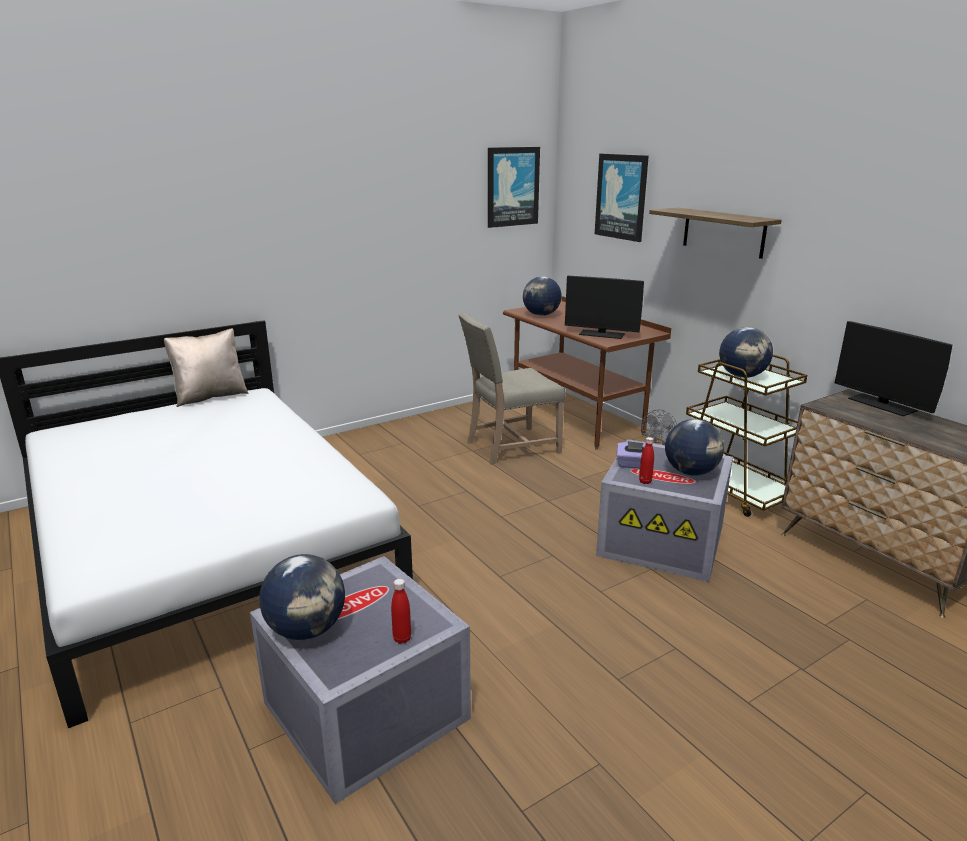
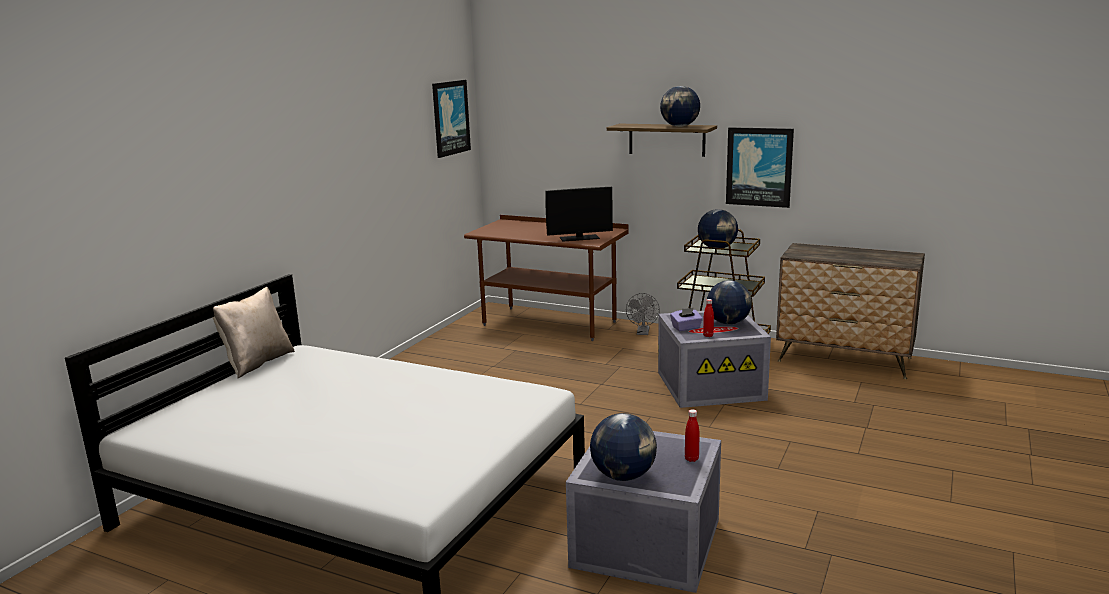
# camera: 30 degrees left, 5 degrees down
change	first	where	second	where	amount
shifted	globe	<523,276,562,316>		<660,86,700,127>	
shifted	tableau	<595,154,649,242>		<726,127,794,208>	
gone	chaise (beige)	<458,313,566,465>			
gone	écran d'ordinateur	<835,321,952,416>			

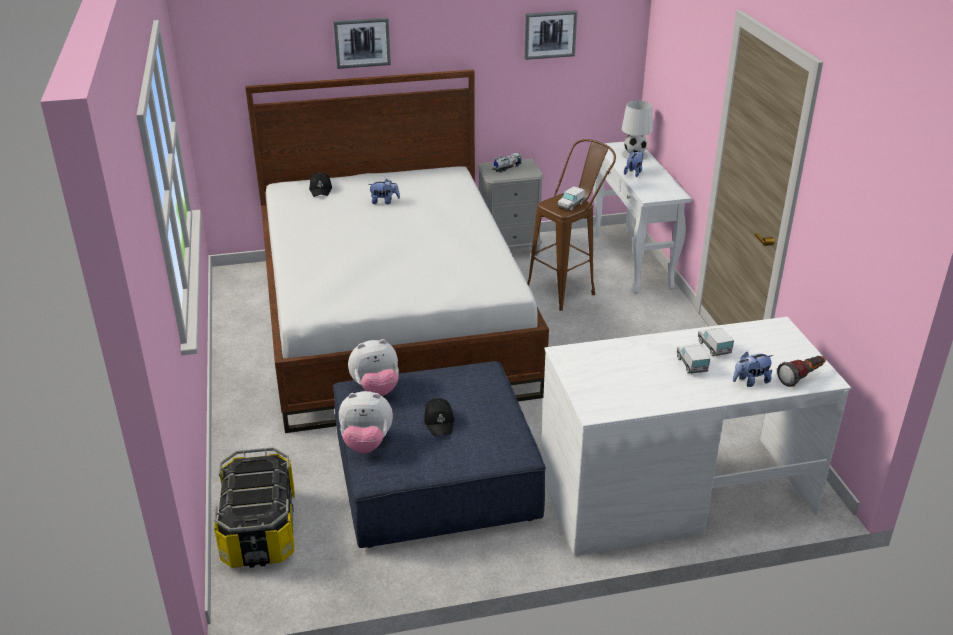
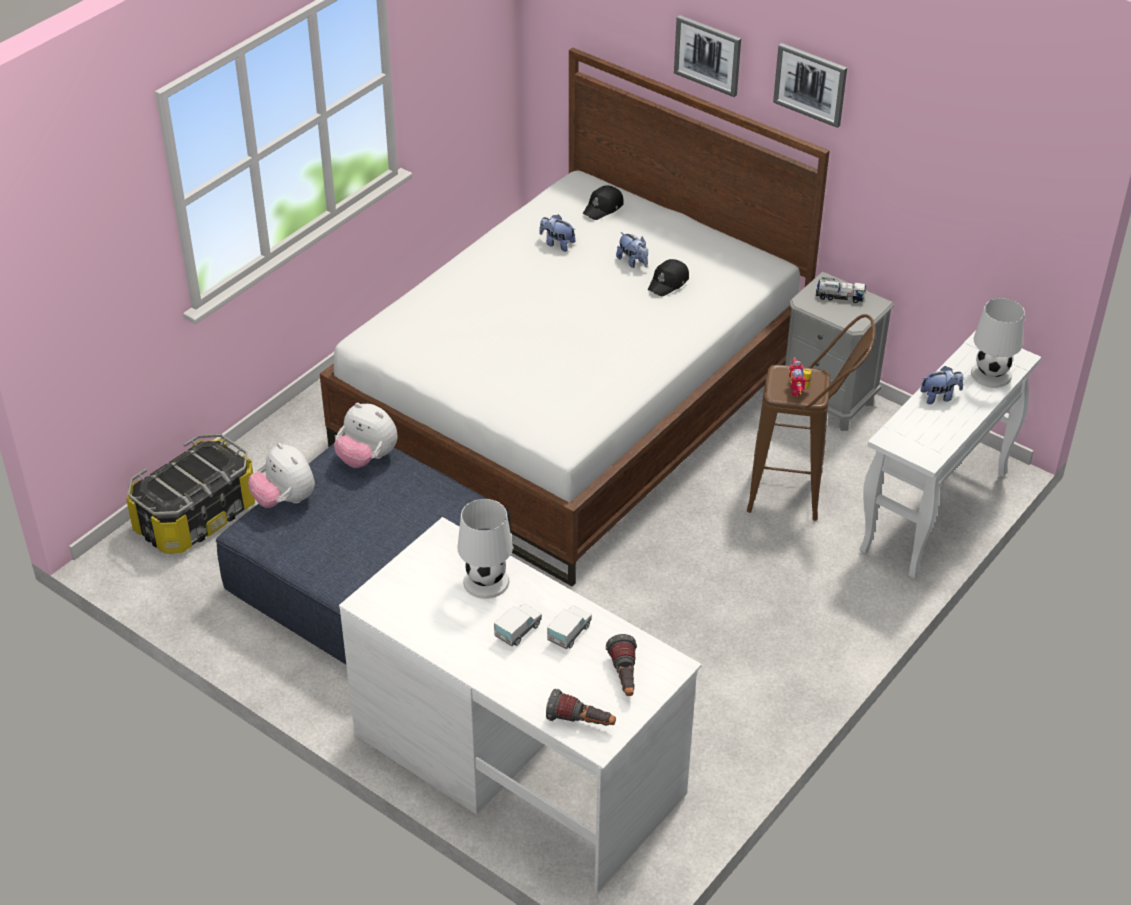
# camera: 50 degrees right, 10 degrees up
change	first	where	second	where	amount
new			lampe de table (blanc)	<457,499,513,599>	
shifted	peluche	<733,352,773,387>		<539,214,576,252>	
new			lampe de poche	<606,634,637,696>	
shifted	casquette (noir)	<424,398,455,436>		<648,259,689,296>	
shifted	tableau	<524,10,577,60>		<773,43,847,128>	
swapped	camion jouet	<558,186,585,211>	robot jouet	<789,357,812,397>	

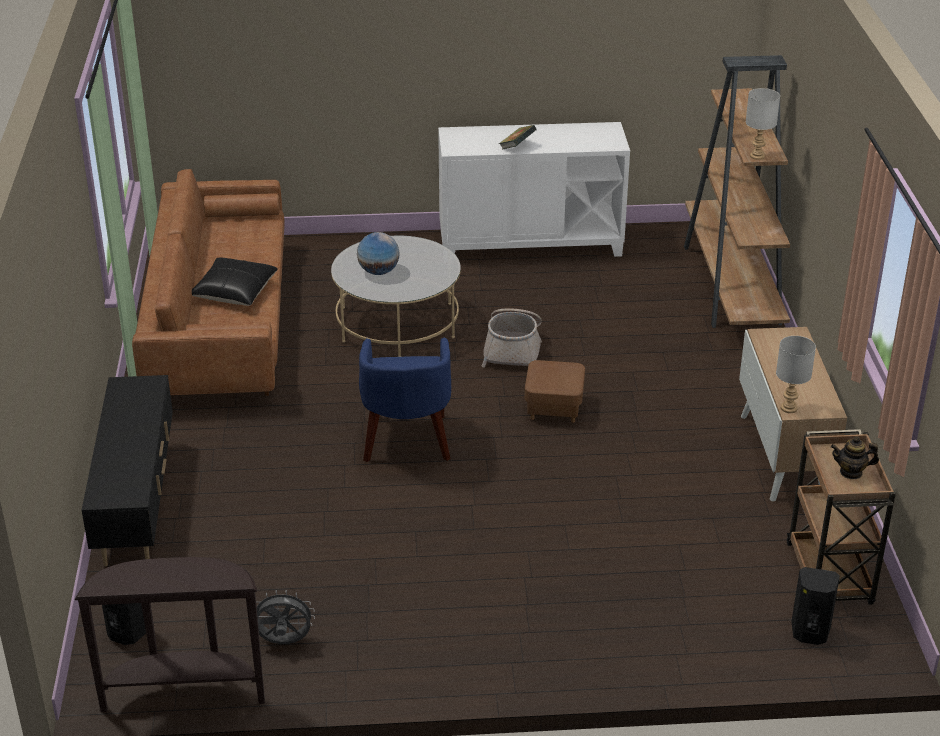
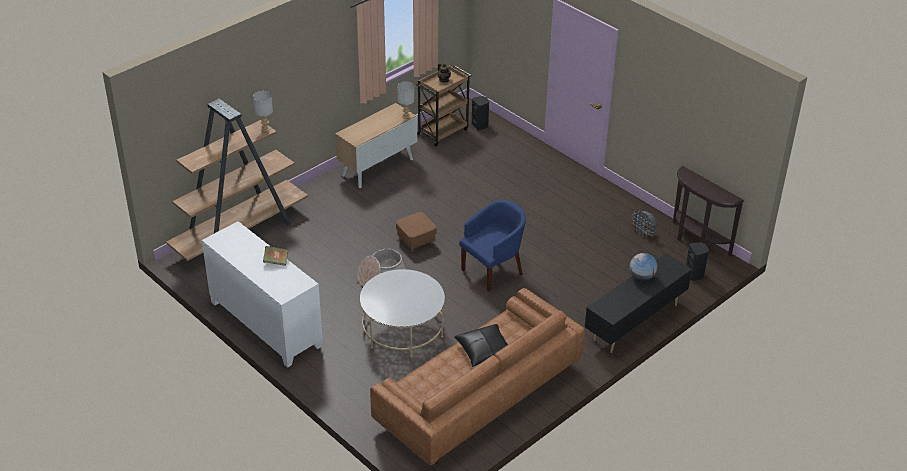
# camera: 130 degrees left, 5 degrees up
change	first	where	second	where	amount
shifted	globe	<357,232,400,275>		<630,253,657,281>	

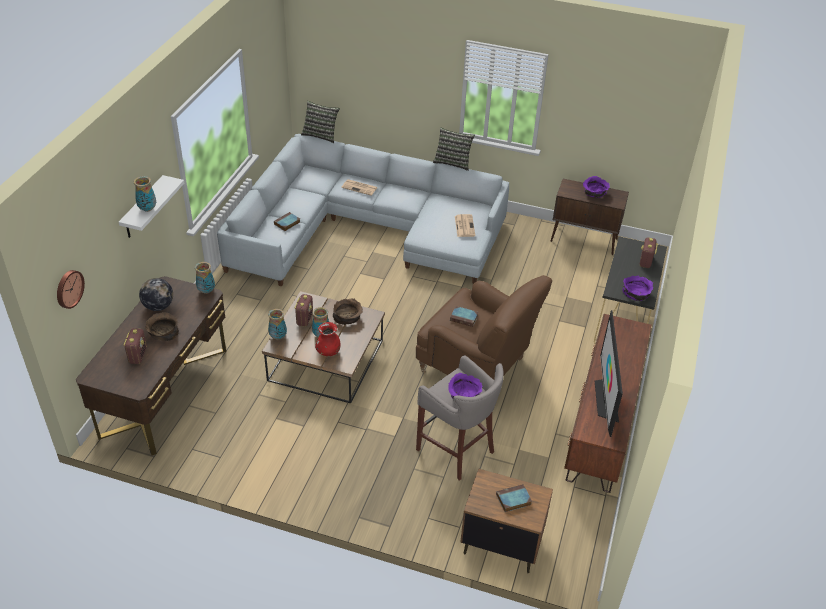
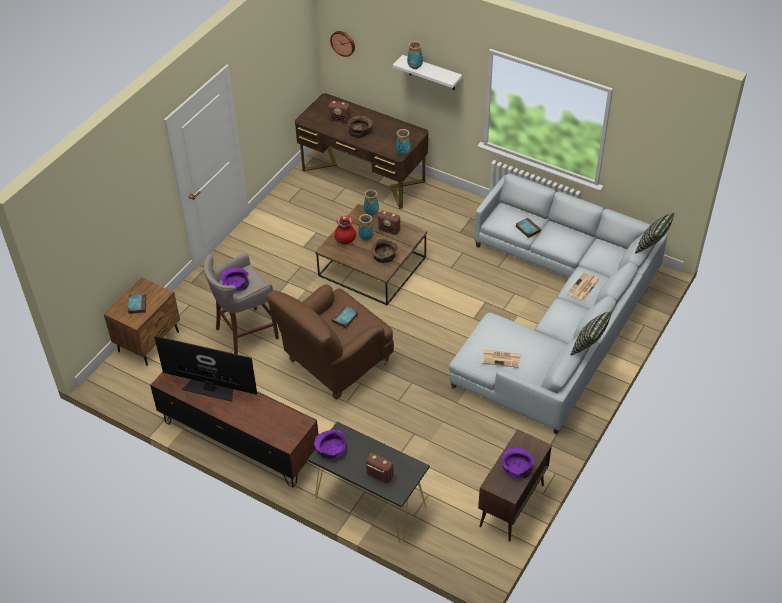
# camera: 105 degrees right, 5 degrees up
change	first	where	second	where	amount
gone	globe	<139,278,173,311>			

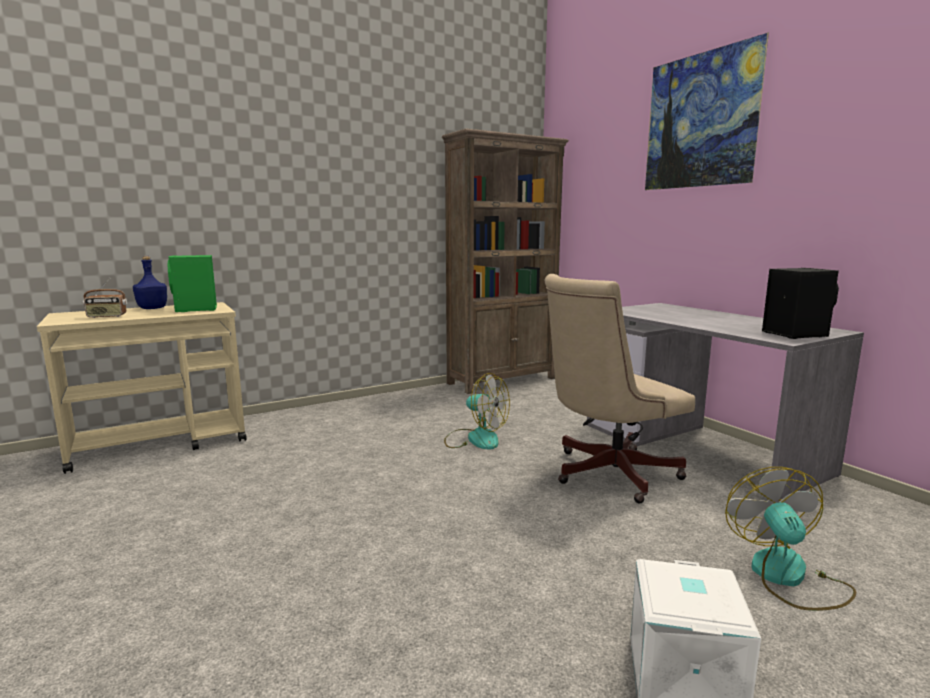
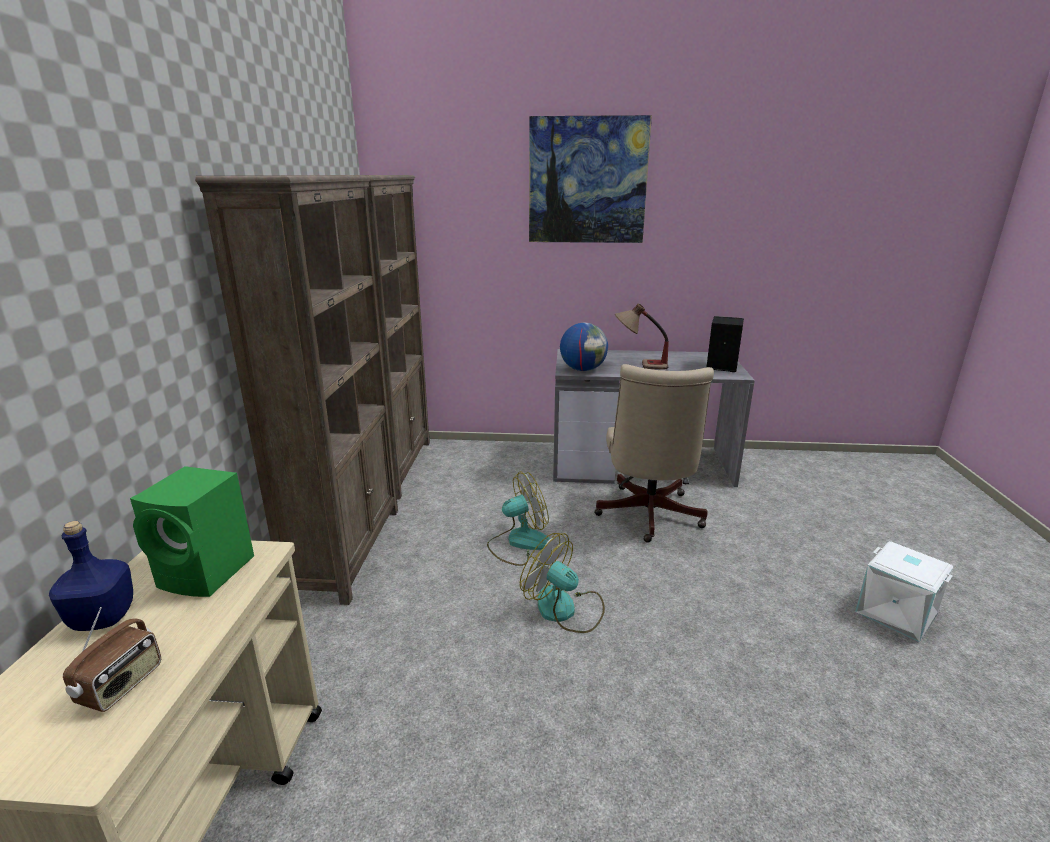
# camera: 55 degrees left, 10 degrees up
change	first	where	second	where	amount
new			bibliothèque (marron)	<195,175,398,605>	
shifted	ventilateur	<725,467,856,611>		<520,533,605,633>	
new			globe	<560,323,608,371>	
new			lampe de table	<615,303,669,369>	

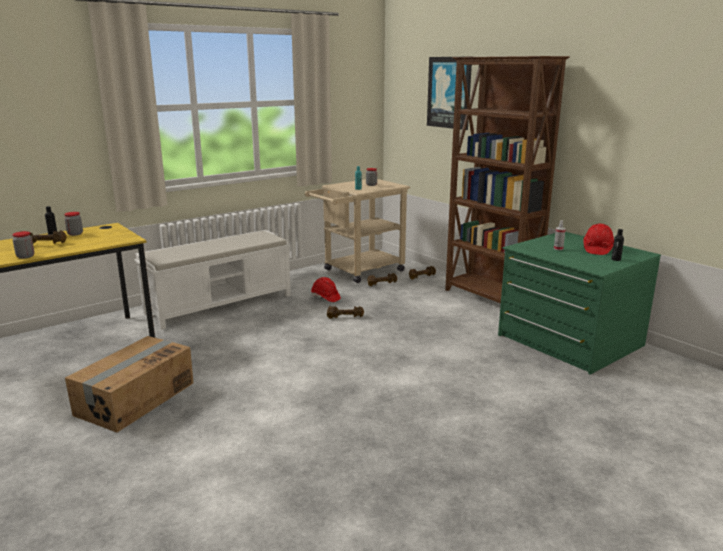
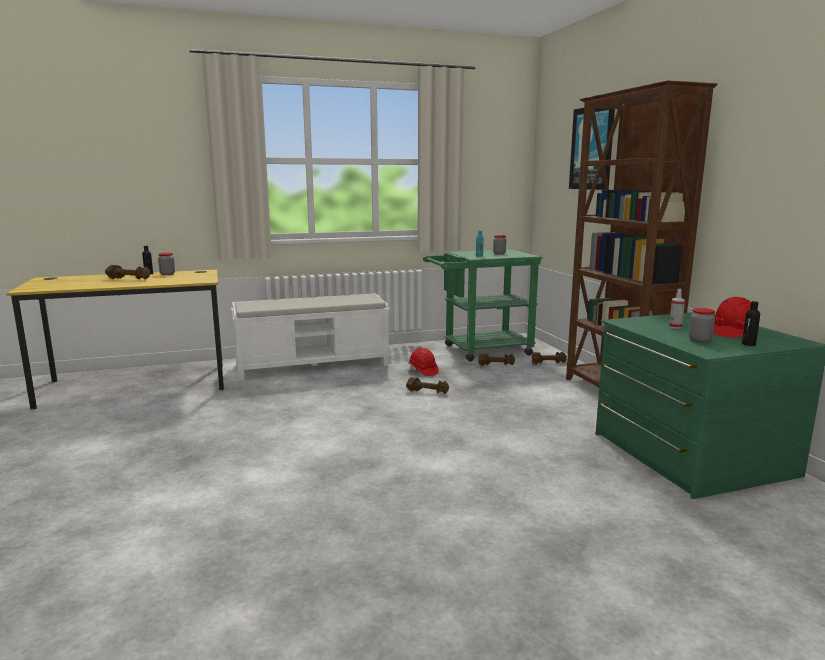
# camera: 20 degrees right, 5 degrees down
change	first	where	second	where	amount
repainted	chariot (beige)	<305,179,410,283>	chariot (vert)	<423,249,542,362>	
shifted	bocal	<12,231,34,259>		<689,308,715,343>	
gone	carton	<65,336,193,433>			

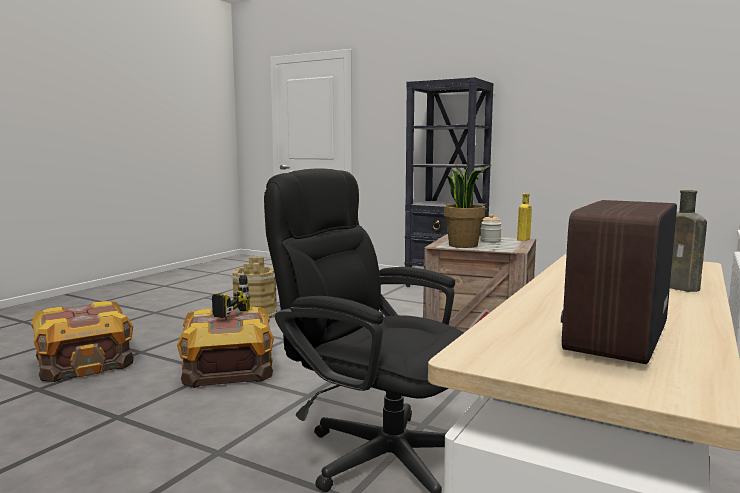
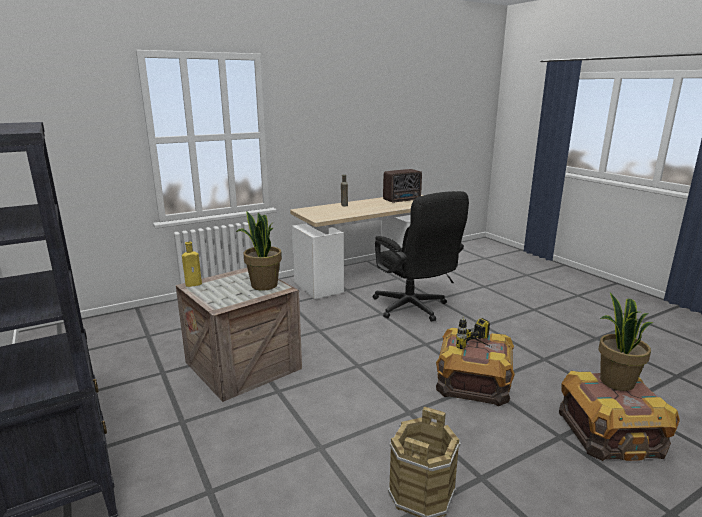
# camera: 150 degrees left, 10 degrees up
change	first	where	second	where	amount
new			plante en pot	<599,292,654,391>	
gone	bocal	<480,214,502,243>			

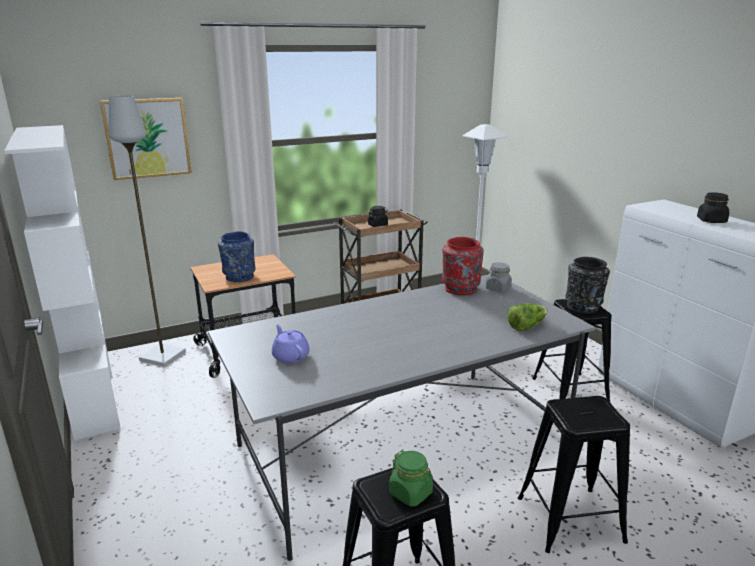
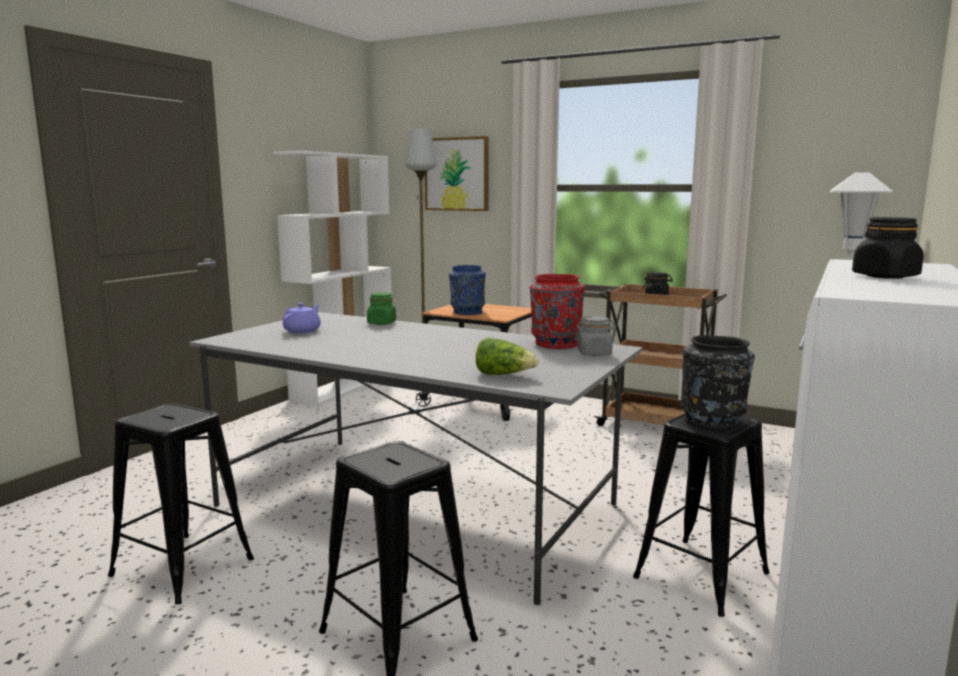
# camera: 55 degrees right, 10 degrees down
change	first	where	second	where	amount
shifted	bocal (vert)	<389,451,433,507>		<367,292,396,325>	

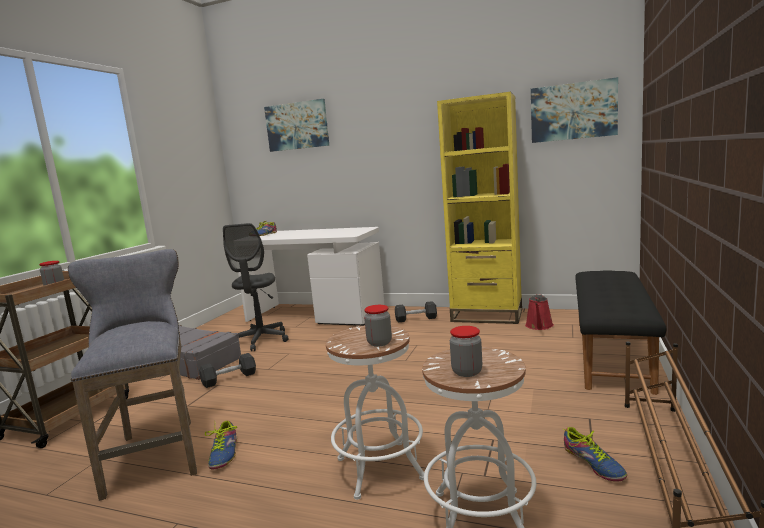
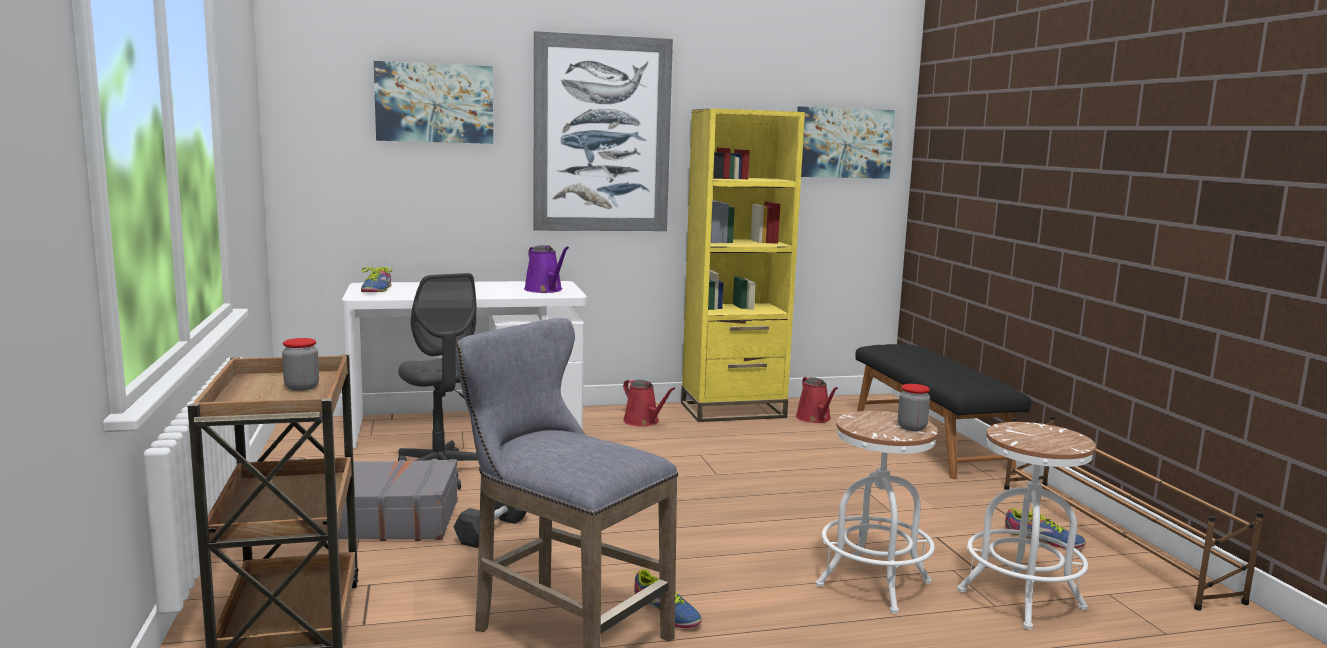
# camera: 35 degrees left, 0 degrees up
change	first	where	second	where	amount
new			arrosoir (violet)	<524,245,569,293>	
new			tableau	<533,31,673,231>	
swapped	haltère (noir)	<395,301,437,322>	arrosoir (rouge)	<623,379,675,427>	
gone	bocal	<450,326,482,377>			

